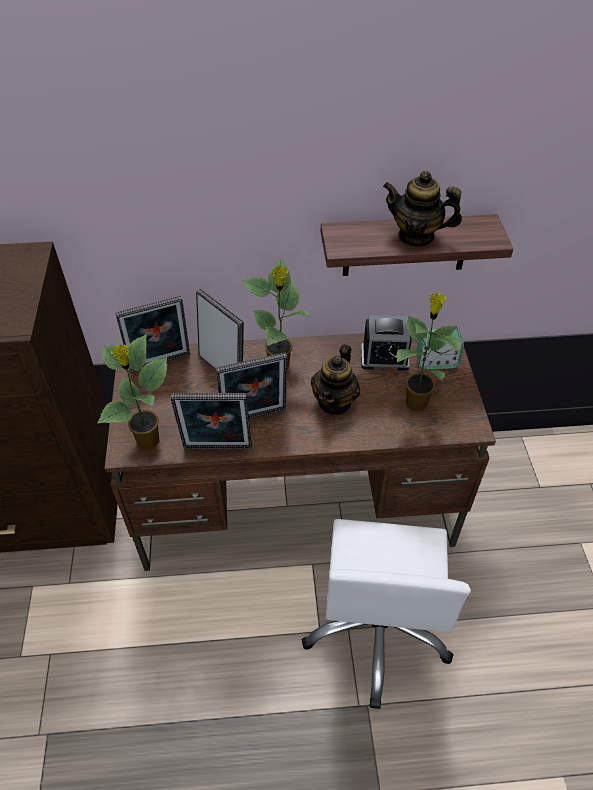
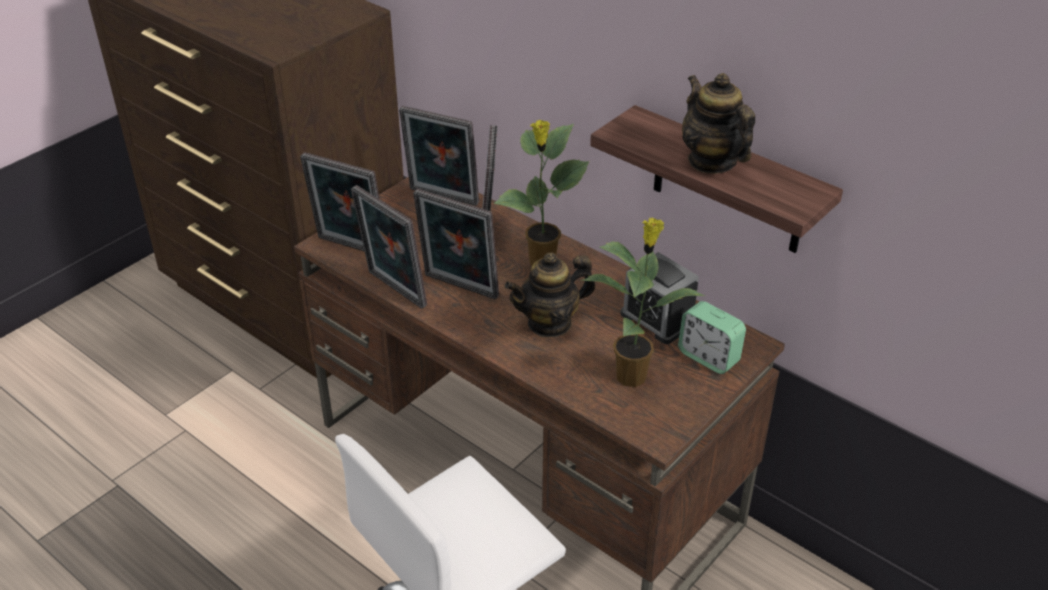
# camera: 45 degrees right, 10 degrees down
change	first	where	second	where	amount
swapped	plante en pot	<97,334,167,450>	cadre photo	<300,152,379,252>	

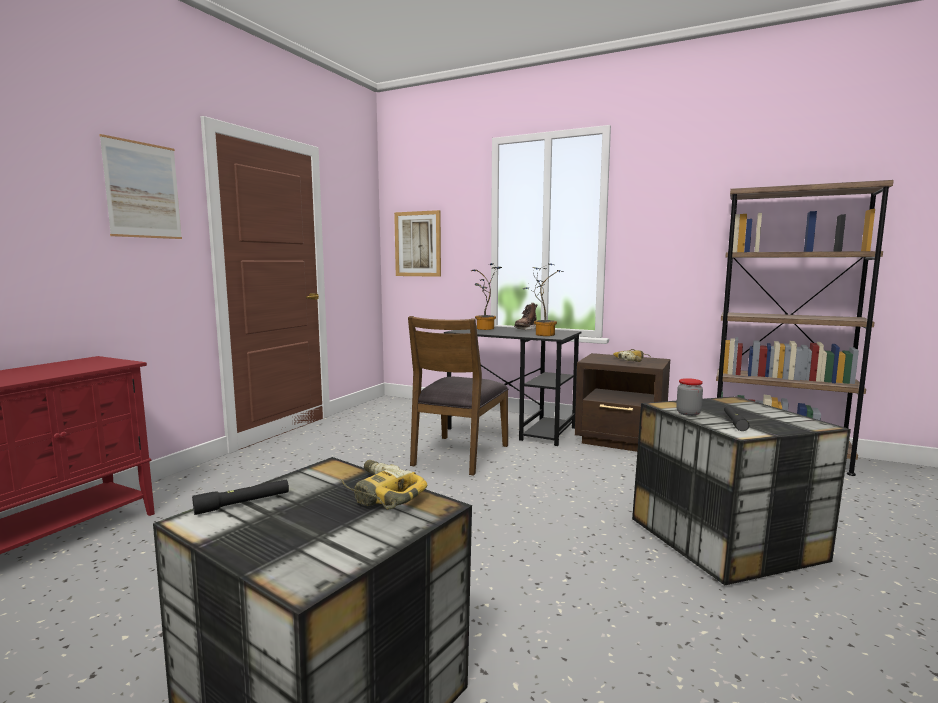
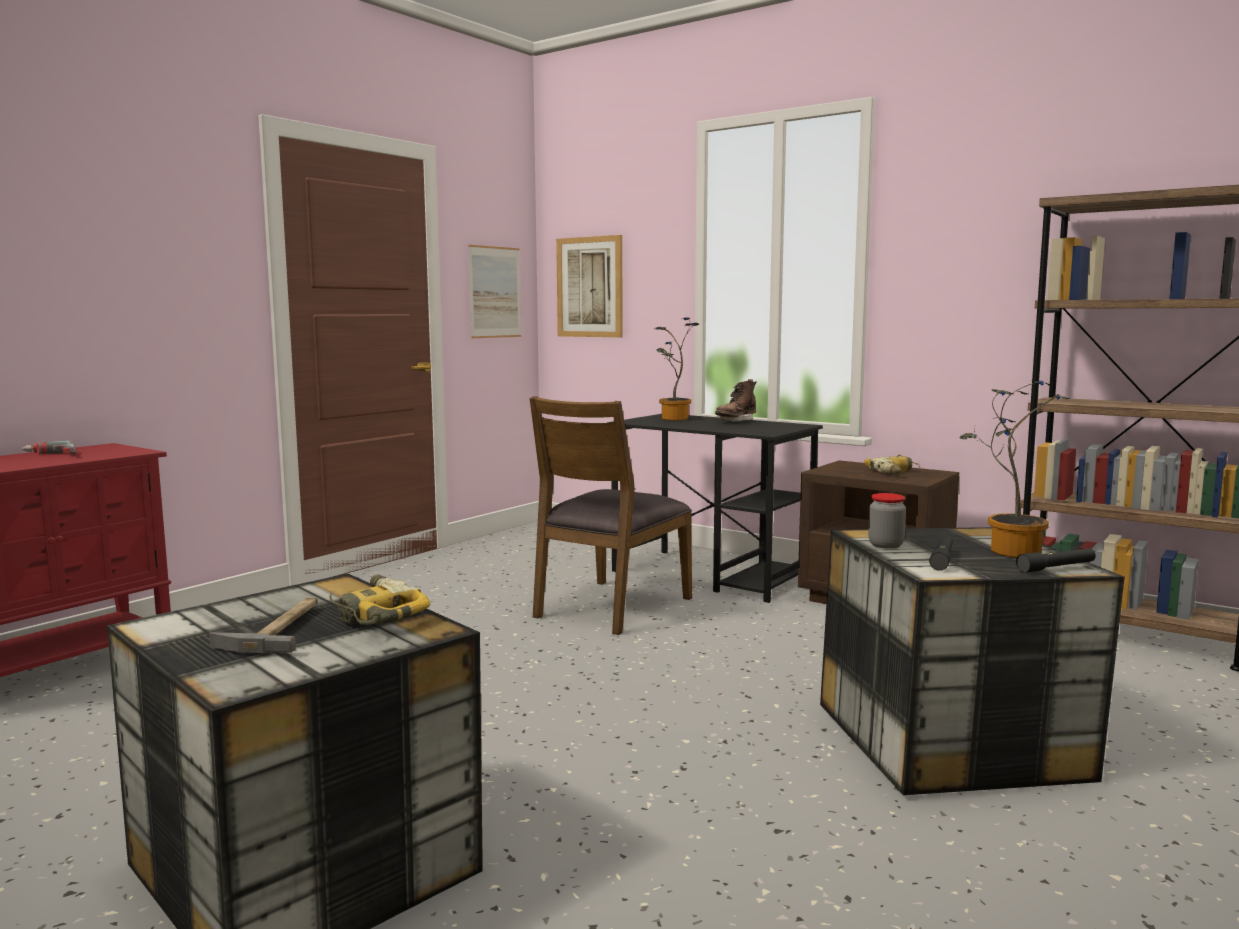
# camera: 10 degrees right, 0 degrees up
change	first	where	second	where	amount
new			perceuse	<22,441,78,455>	
new			marteau	<209,598,318,653>	
shifted	tableau	<99,134,182,239>		<468,245,521,338>	
shifted	plante en pot	<523,263,564,336>		<960,380,1070,558>	
shifted	lampe de poche (noir)	<192,480,289,515>		<1016,548,1096,573>	

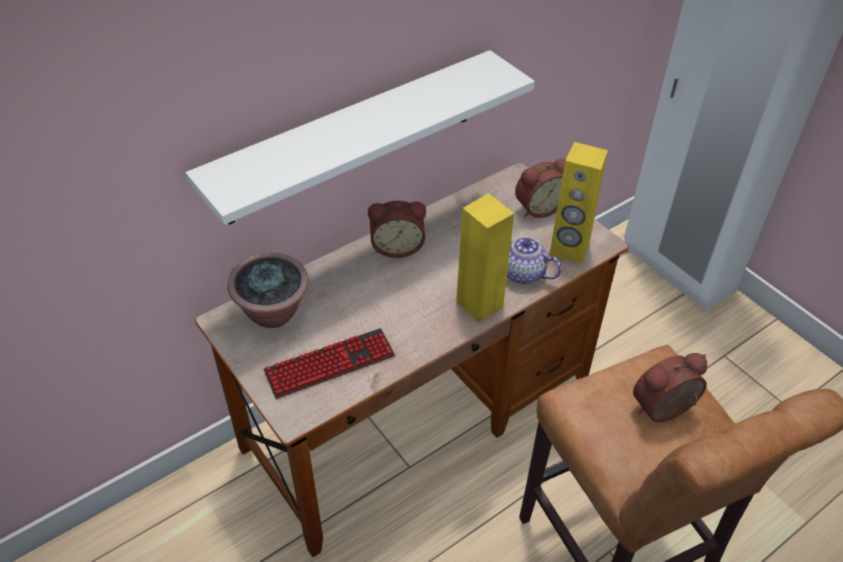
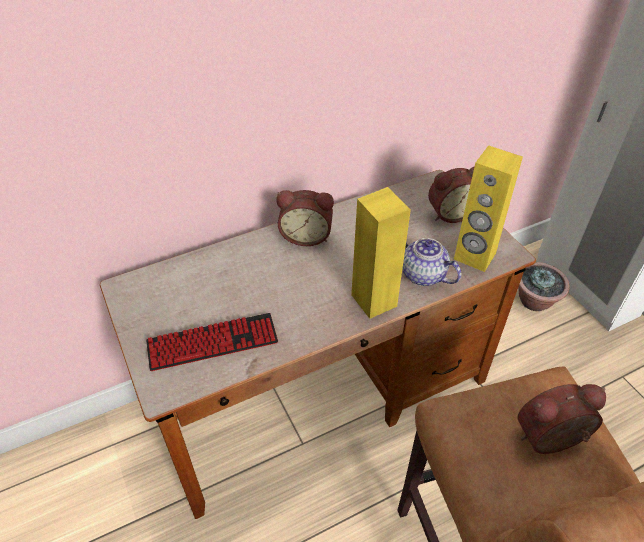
# camera: 10 degrees right, 0 degrees up
change	first	where	second	where	amount
shifted	plante en pot	<228,253,308,328>		<518,262,570,311>	
gone	étagère (blanc)	<185,50,535,225>			

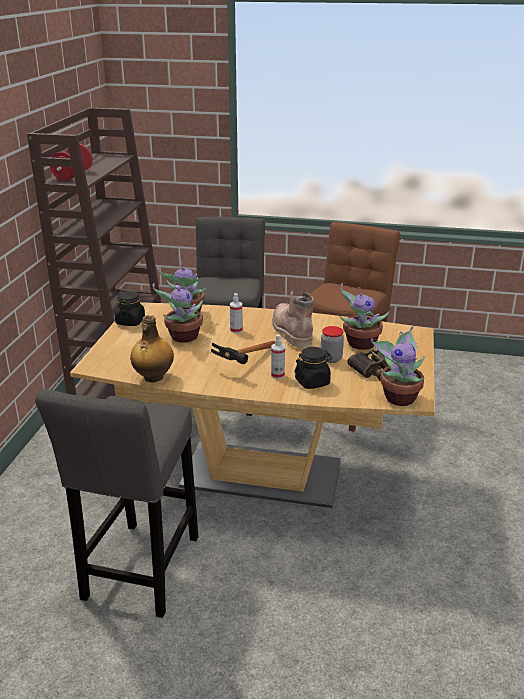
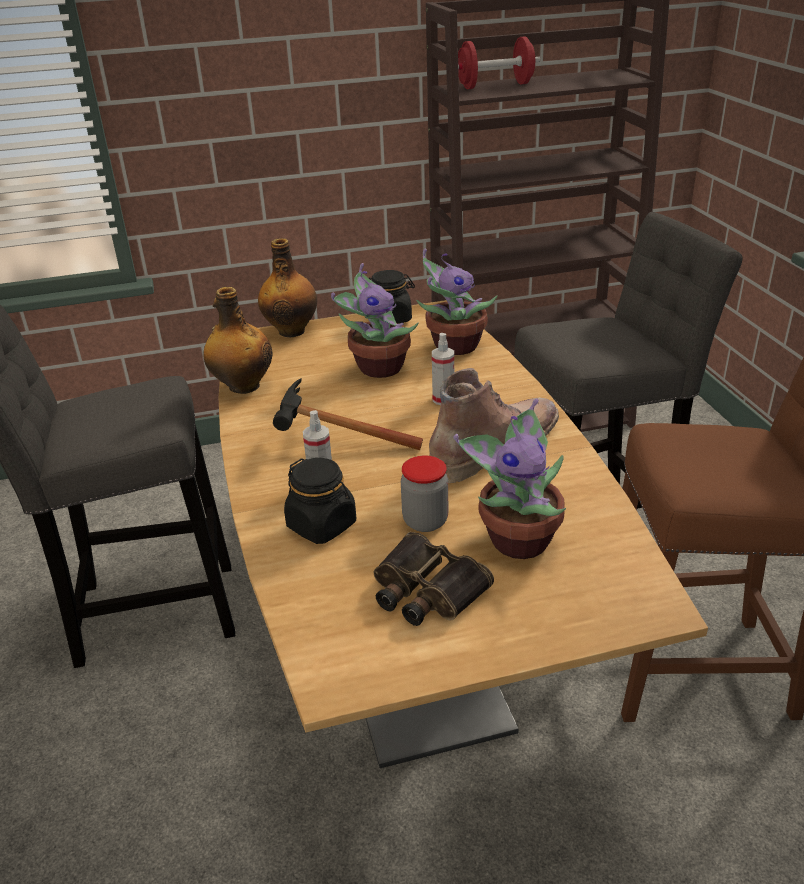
# camera: 65 degrees right, 5 degrees up
change	first	where	second	where	amount
new			bouteille	<258,238,317,337>	
gone	plante en pot	<371,326,425,406>			

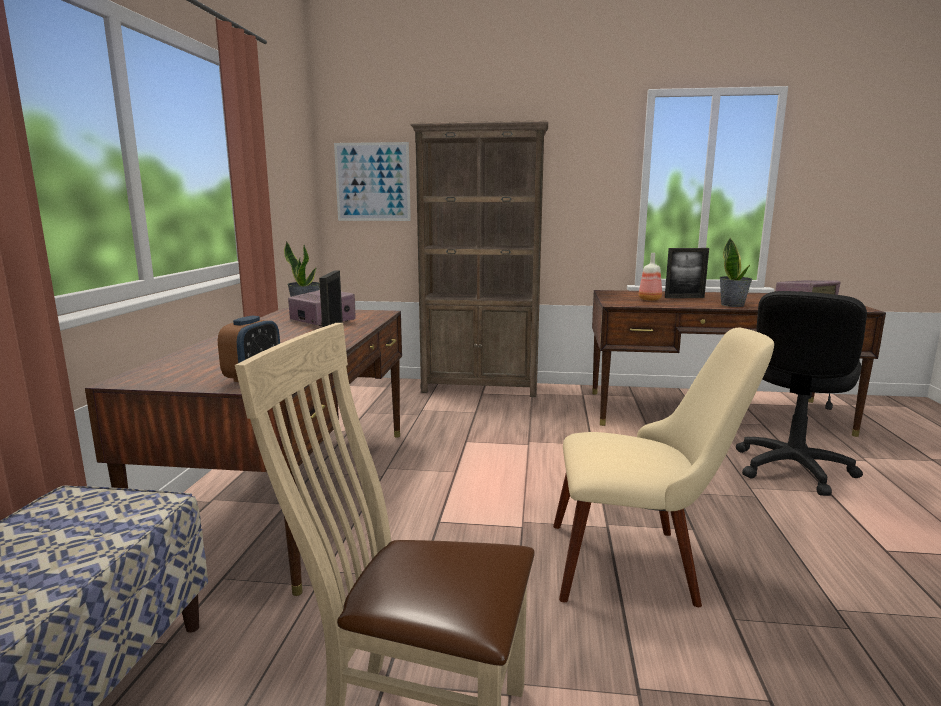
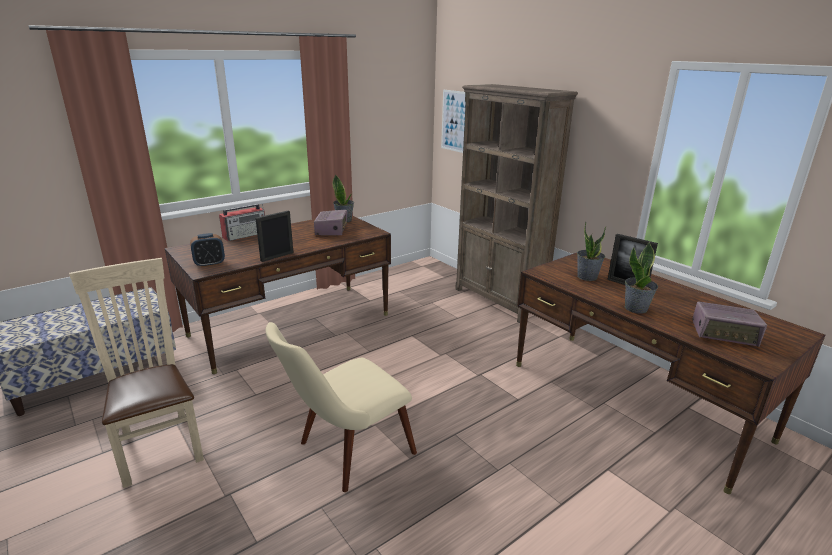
# camera: 45 degrees right, 10 degrees up
change	first	where	second	where	amount
new			radio	<219,204,265,241>	
rotated	chaise (beige)	<553,328,774,607>		<266,322,417,492>	90 degrees clockwise
swapped	bouteille	<639,253,662,301>	plante en pot	<577,221,606,281>	
gone	chaise de bureau (noir)	<736,291,867,496>			

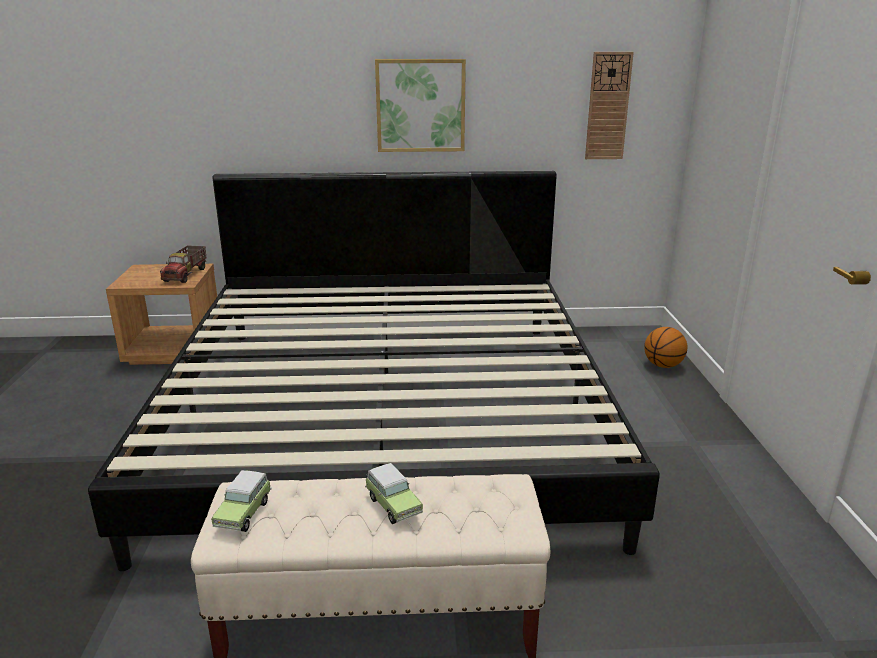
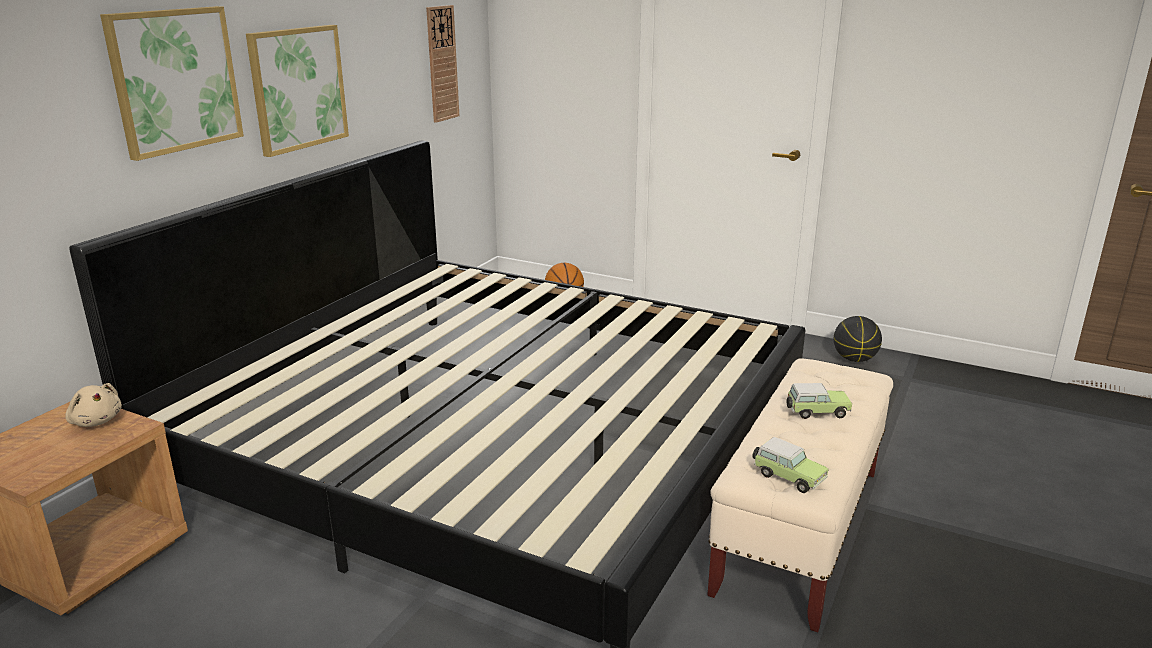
# camera: 60 degrees left, 0 degrees up
change	first	where	second	where	amount
swapped	camion jouet	<160,245,206,283>	peluche (beige)	<65,383,122,427>	
new			tableau	<100,6,244,161>	
new			ballon de basket	<834,316,882,362>	

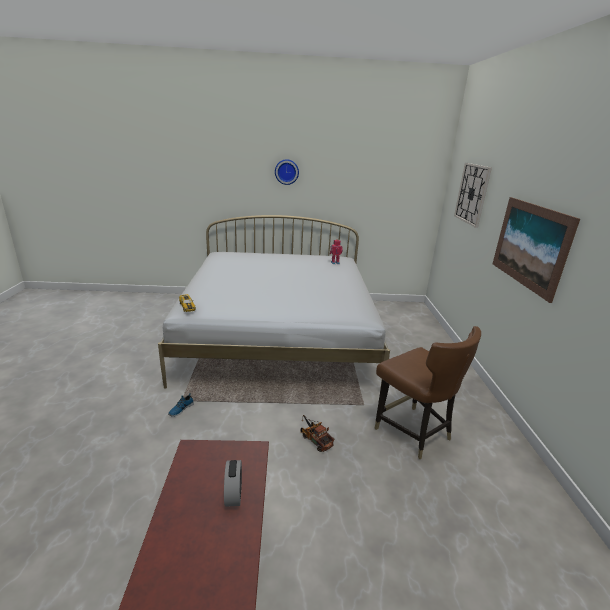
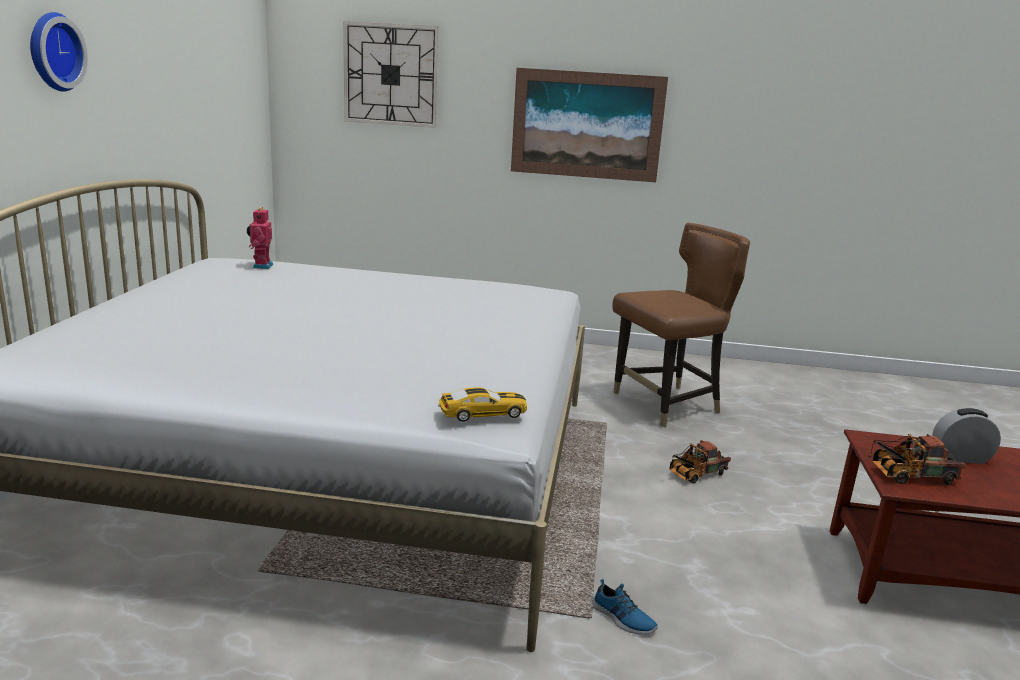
# camera: 80 degrees left, 5 degrees down
change	first	where	second	where	amount
new			camion jouet	<868,434,966,485>	

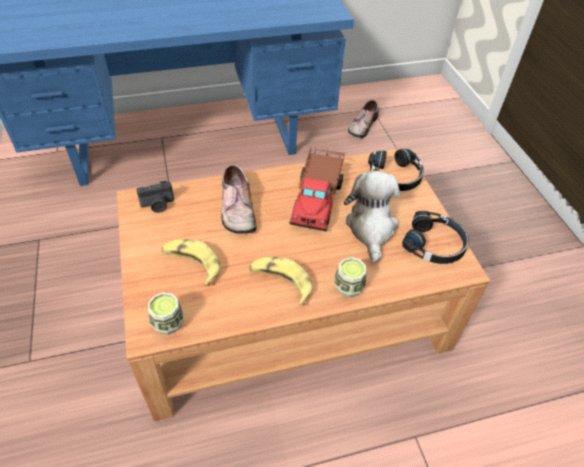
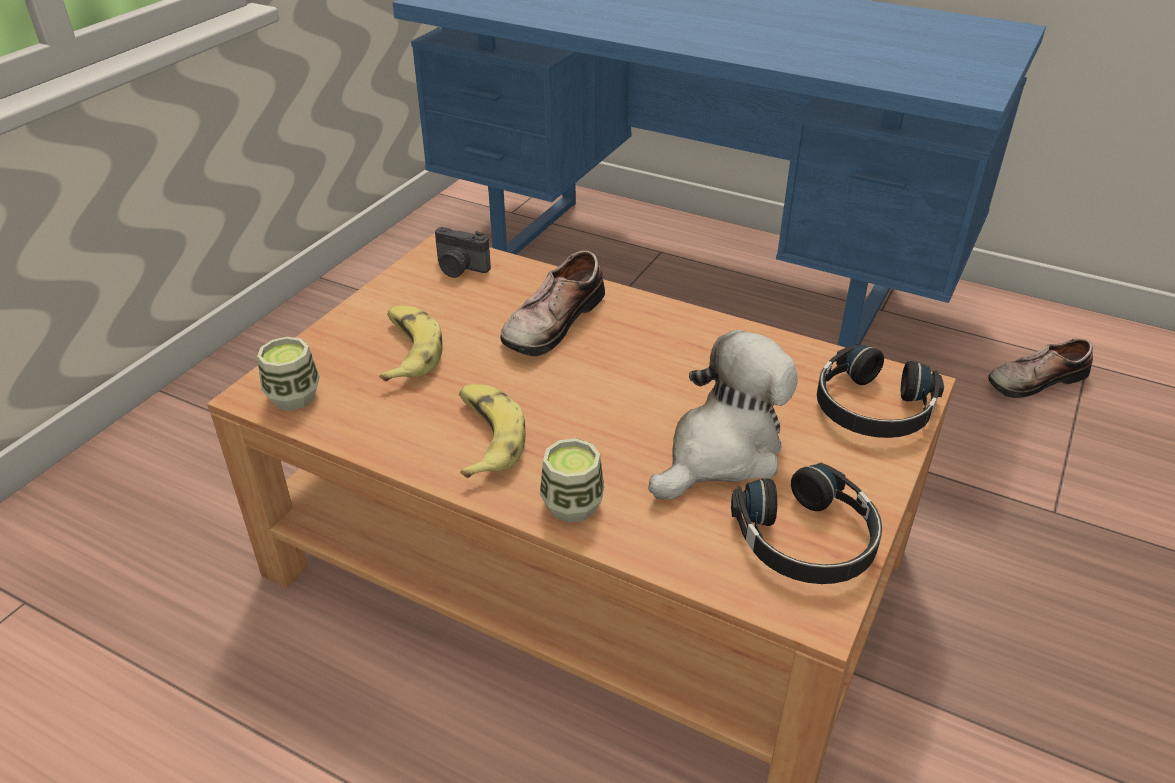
# camera: 45 degrees right, 10 degrees down
change	first	where	second	where	amount
gone	camion jouet	<289,147,345,231>			

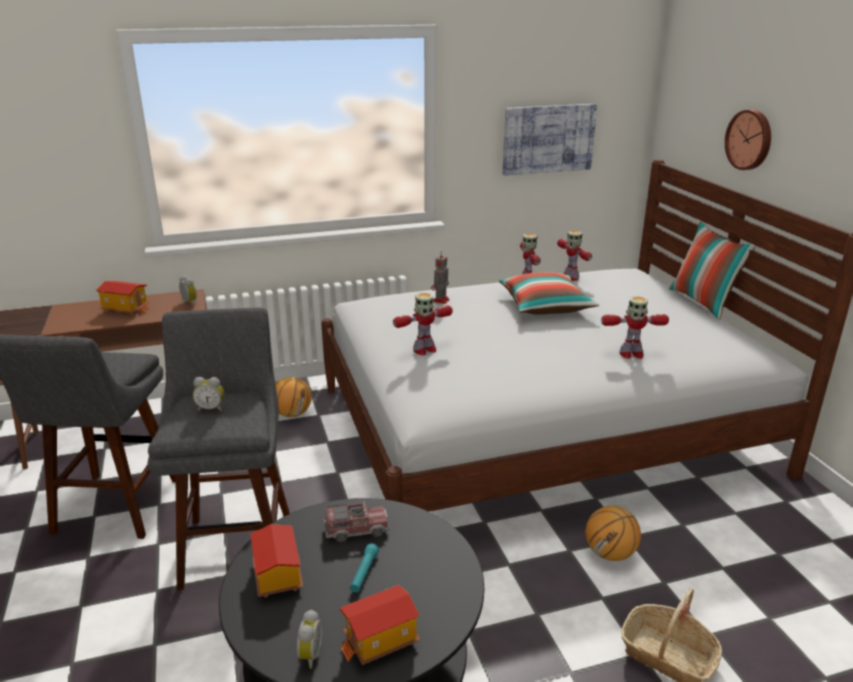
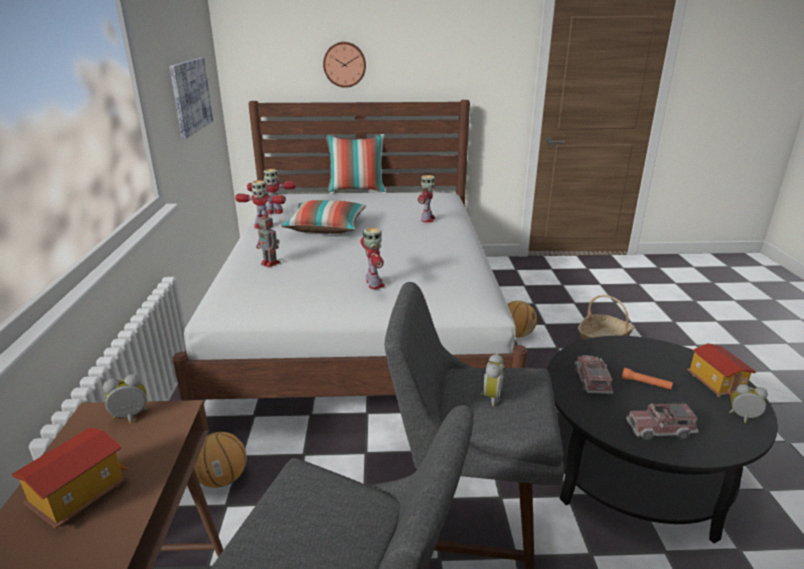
# camera: 75 degrees left, 0 degrees up
change	first	where	second	where	amount
repainted	lampe de poche (turquoise)	<350,543,379,593>	lampe de poche (orange)	<622,368,673,390>	
swapped	maison miniature	<251,524,303,598>	camion jouet	<626,403,699,440>	

